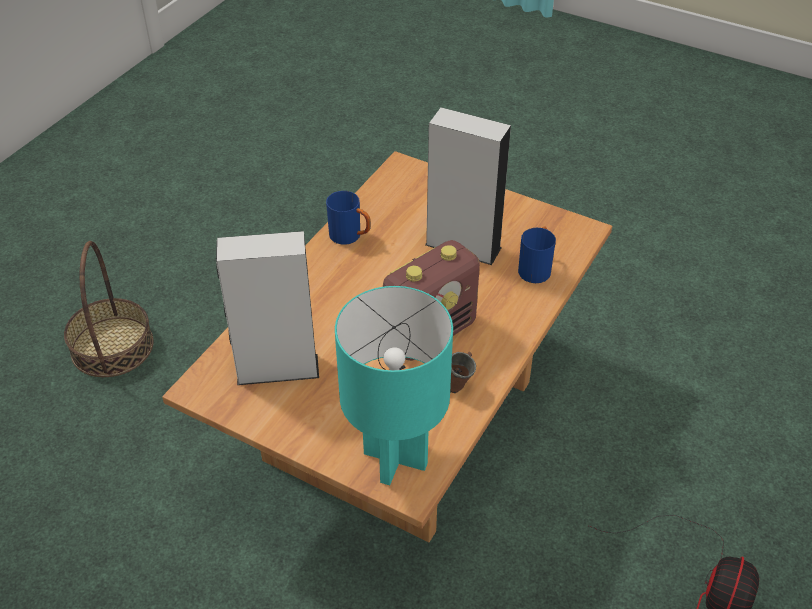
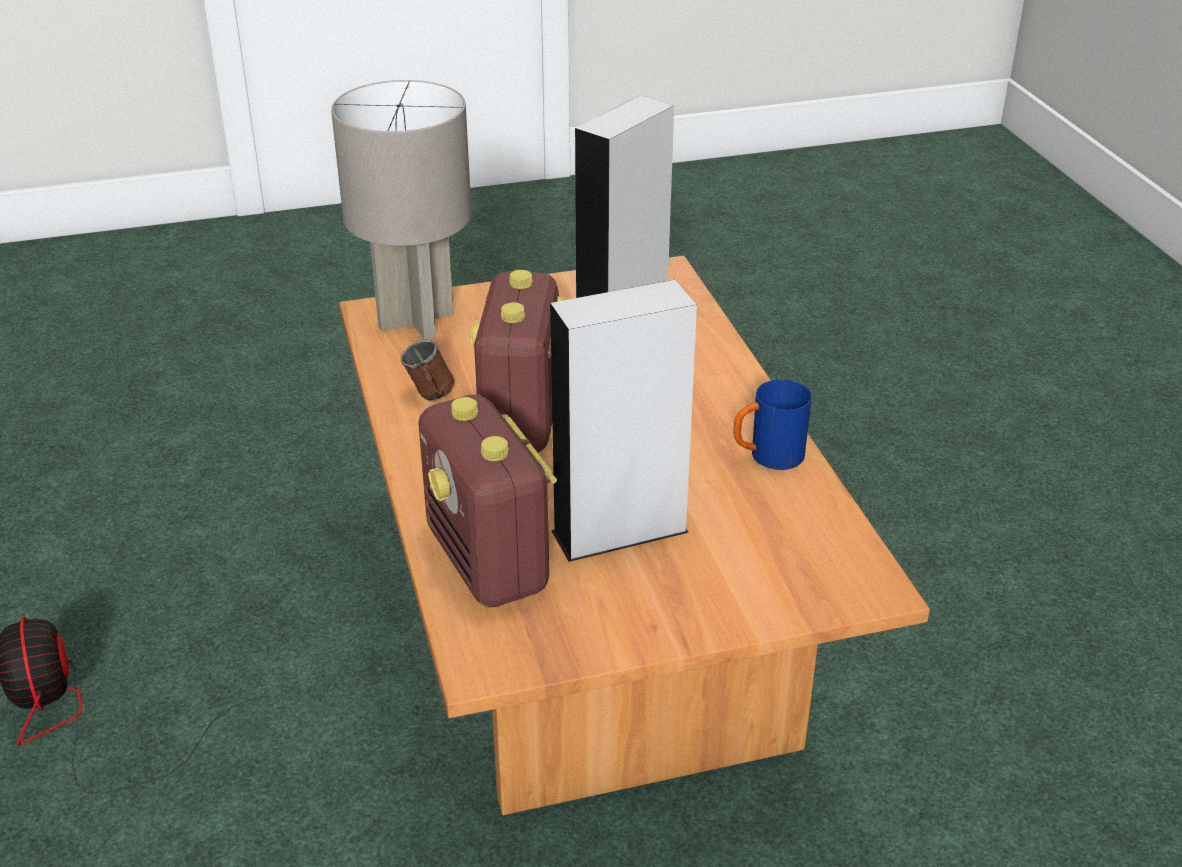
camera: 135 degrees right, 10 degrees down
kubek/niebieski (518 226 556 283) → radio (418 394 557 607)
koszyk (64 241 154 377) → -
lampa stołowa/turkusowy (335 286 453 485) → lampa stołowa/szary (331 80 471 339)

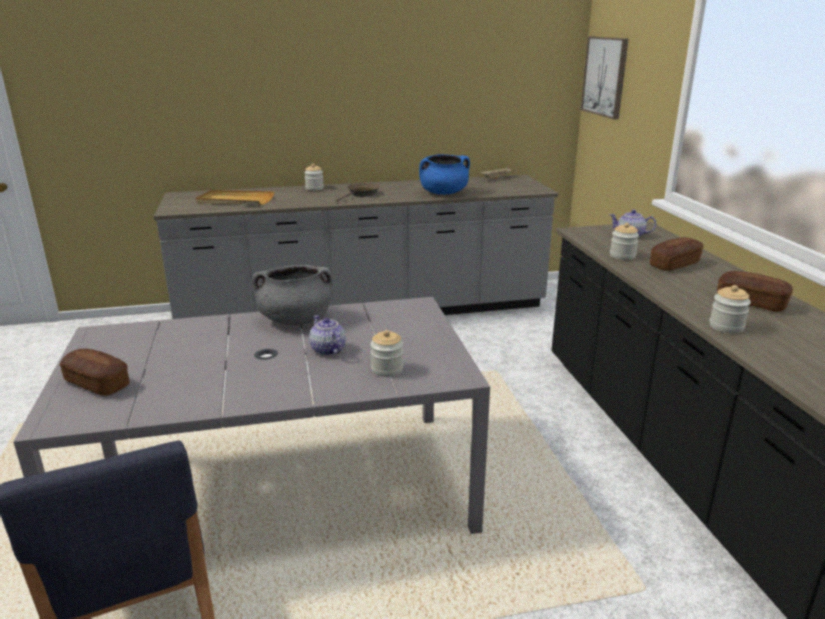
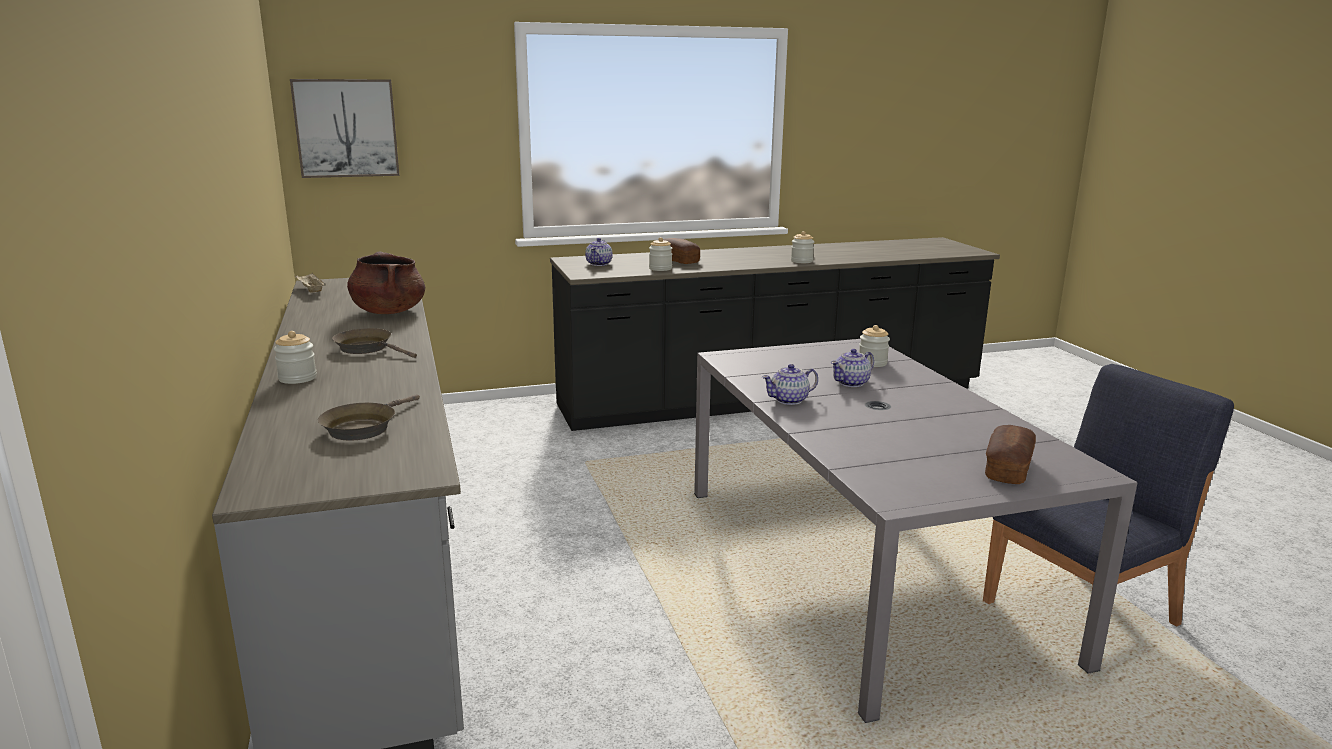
camera: 95 degrees left, 5 degrees down
garnek/niebieski (419 154 470 195) → garnek/brązowy (347 252 425 314)
taca/beżowy (196 190 274 205) → patelnia/brązowy (318 394 420 440)
garnek/szary (252 265 333 326) → imbryk (762 364 818 405)
chleb (717 271 793 312) → -

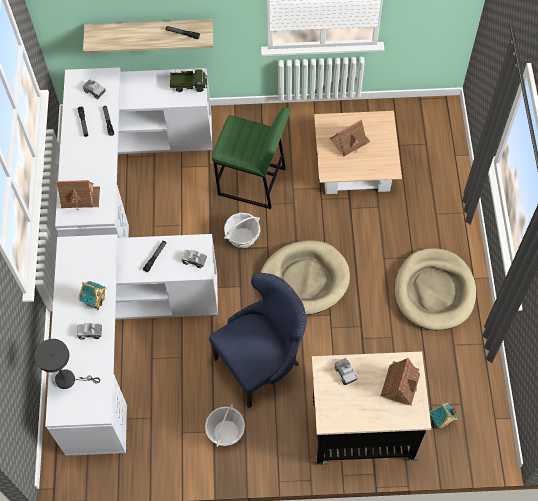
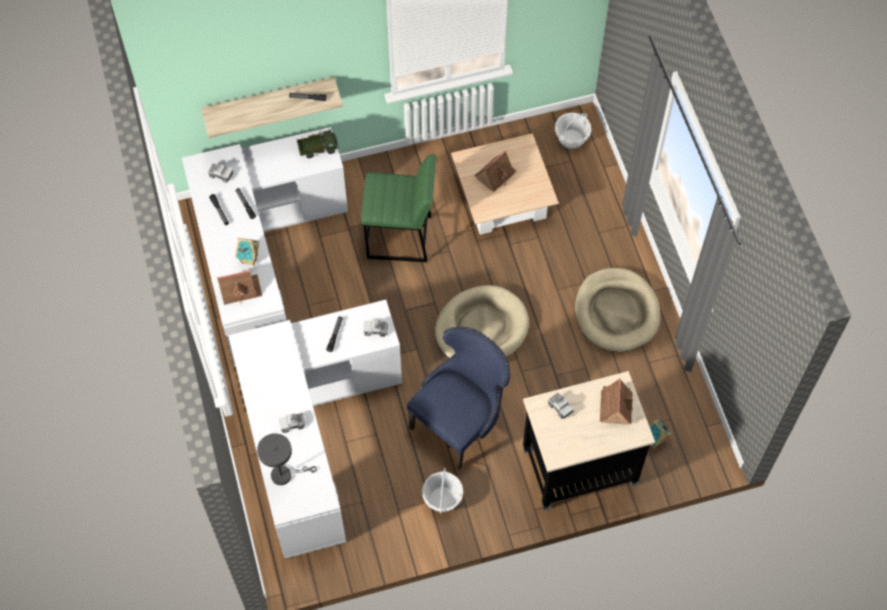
camera: 15 degrees left, 0 degrees up
koszyk (224 213 260 248) → koszyk (555 113 591 149), moved
domek (78 281 106 310) → domek (235 238 260 266), moved

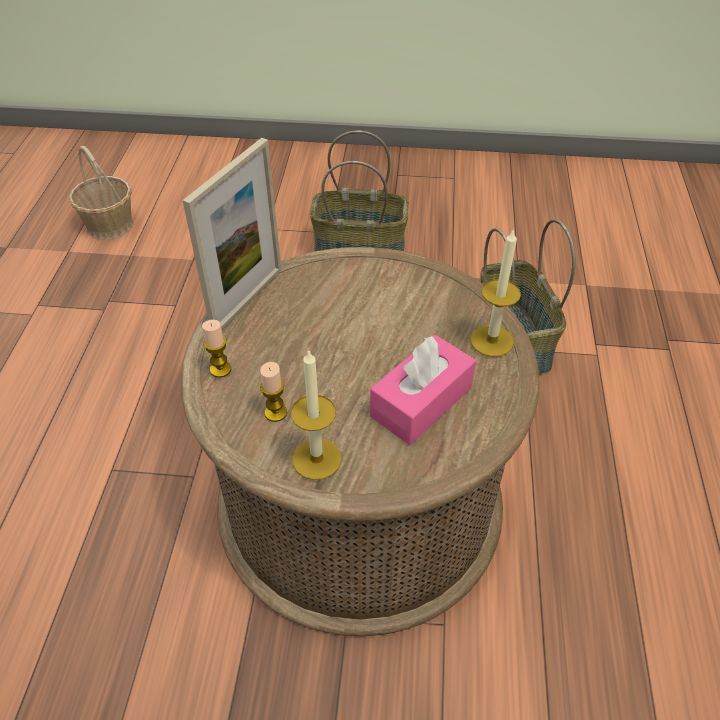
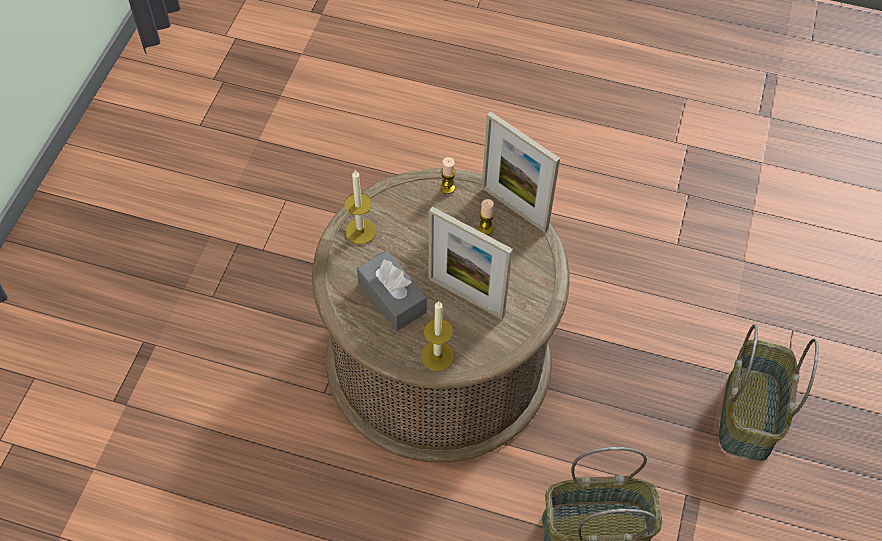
camera: 100 degrees right, 10 degrees up
koszyk (69 146 134 240) → -
pudełko chusteczek/różowy (370 335 476 445) → pudełko chusteczek/szary (357 250 427 331)
świeca (260 362 287 422) → świeca (478 199 495 235), moved
- → ramka na zdjęcie (429 207 513 319)

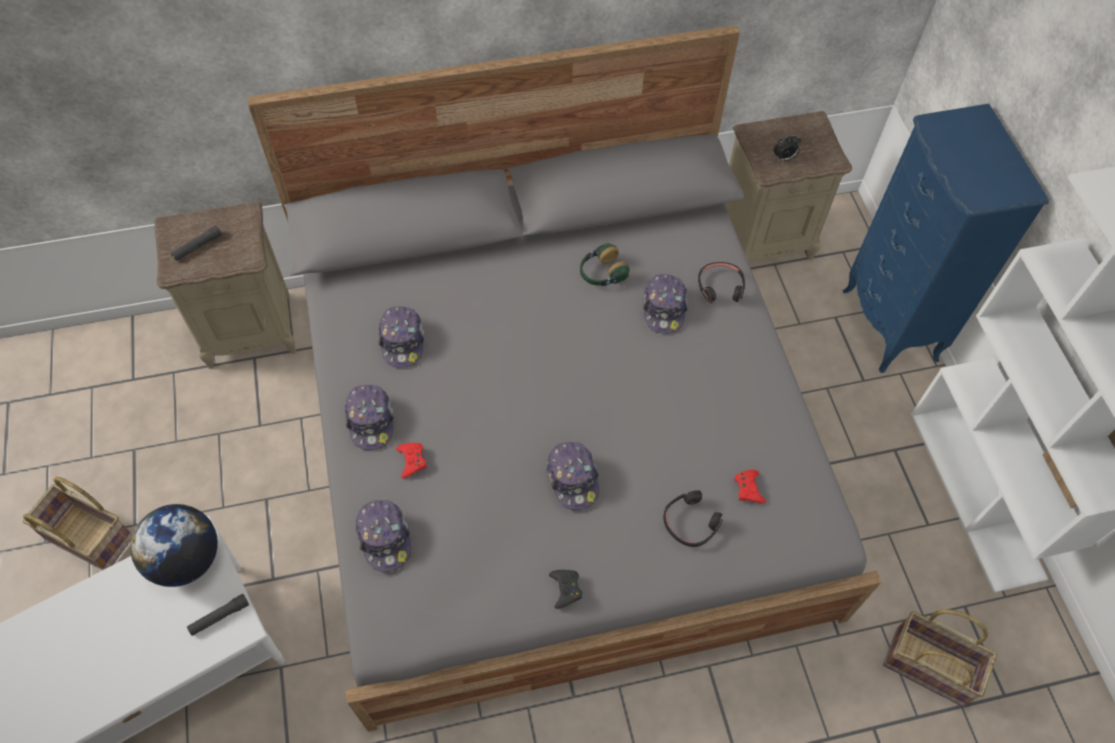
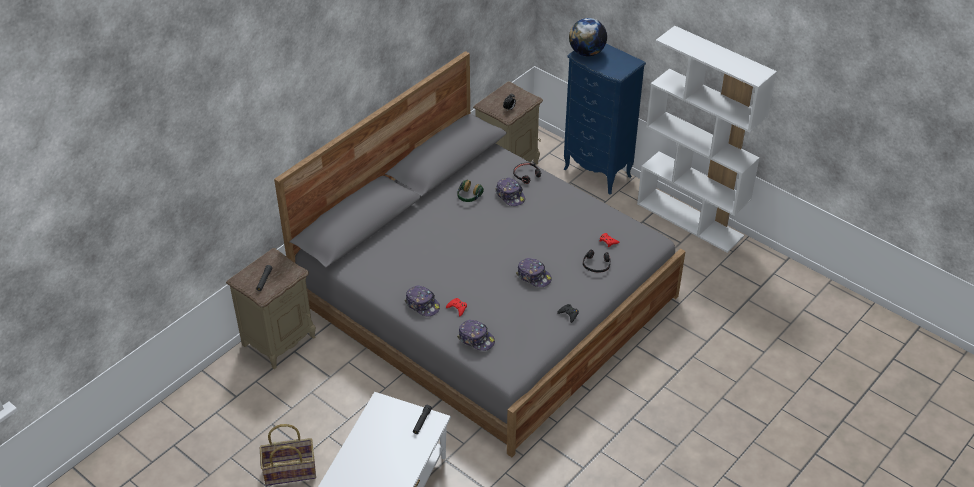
camera: 35 degrees left, 15 degrees down
czapka z daszkiem (378 306 425 368) → -
globus (130 504 218 587) → globus (569 18 607 57), moved
koszyk (883 609 997 707) → -

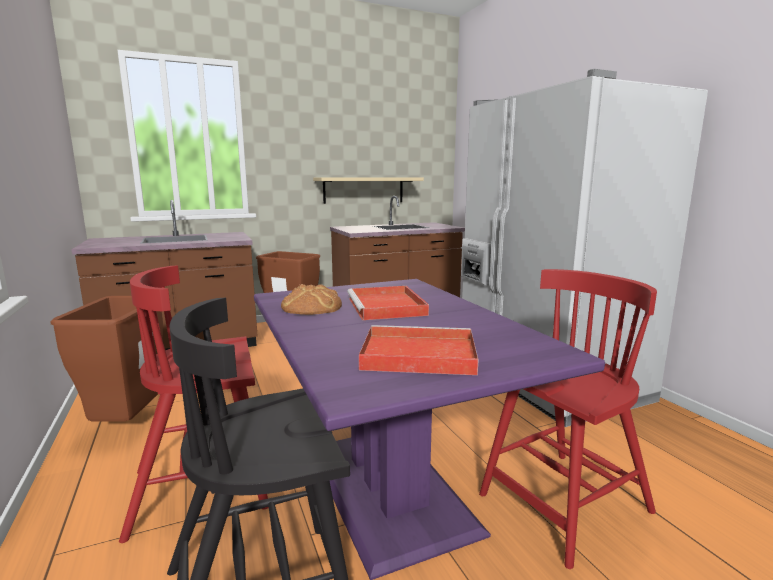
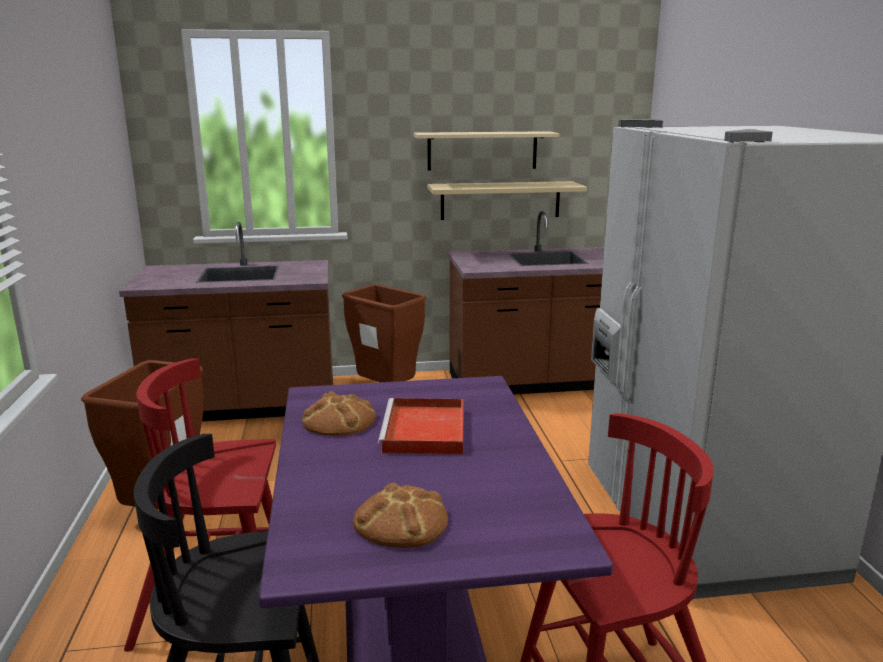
camera: 15 degrees right, 5 degrees up
taca/czerwony (359 325 478 375) → chleb (353 483 448 548)
- → półka/beżowy (414 131 559 170)

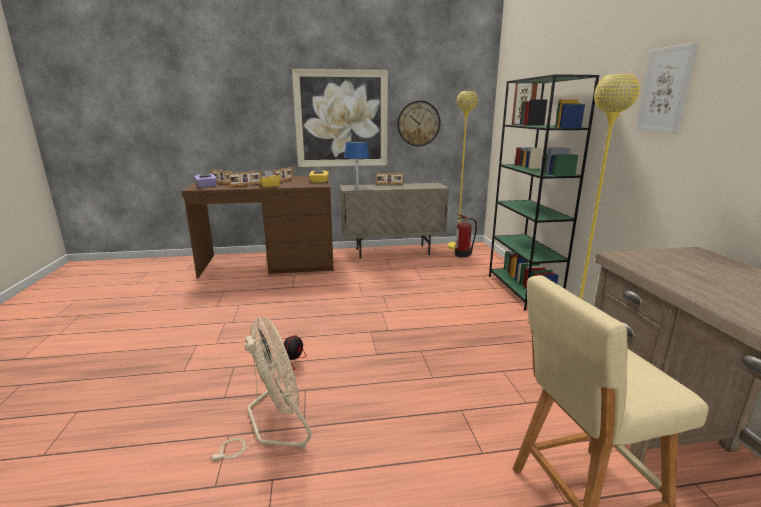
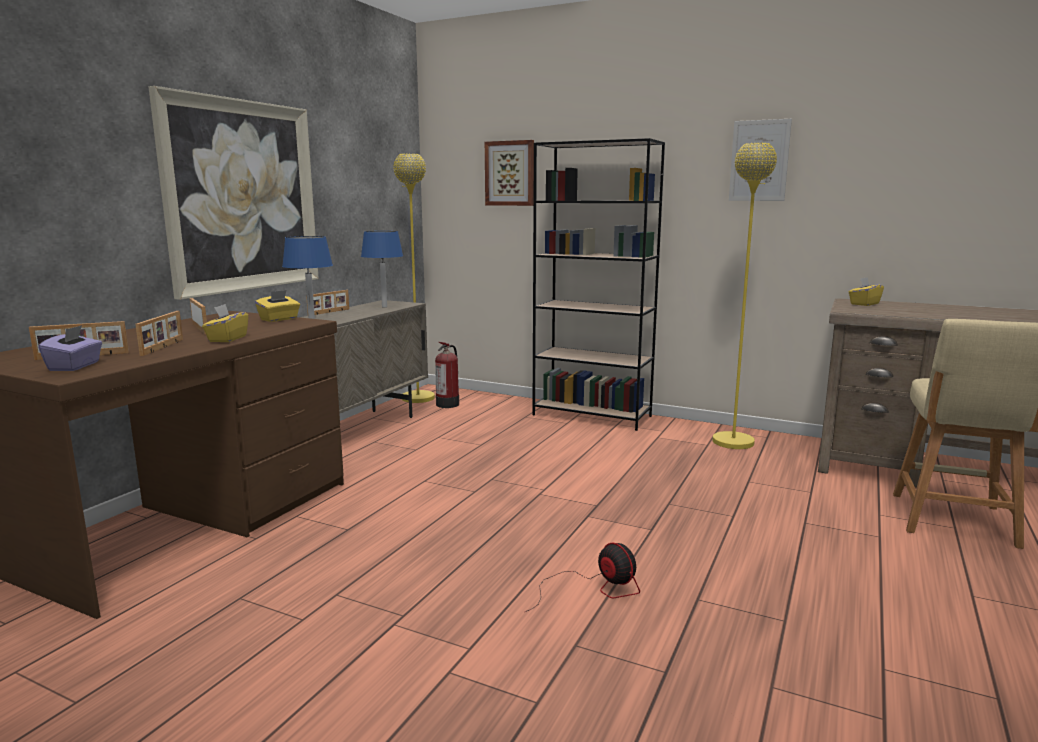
camera: 55 degrees left, 5 degrees down
regał/zielony (489 74 599 310) → regał/beżowy (532 138 665 431)
zegar ścienny (397 101 441 146) → -
wentylator/beżowy (211 317 312 461) → -
- → lampa stołowa/niebieski (361 231 403 308)
- → pudełko chusteczek/żółty (849 277 884 306)

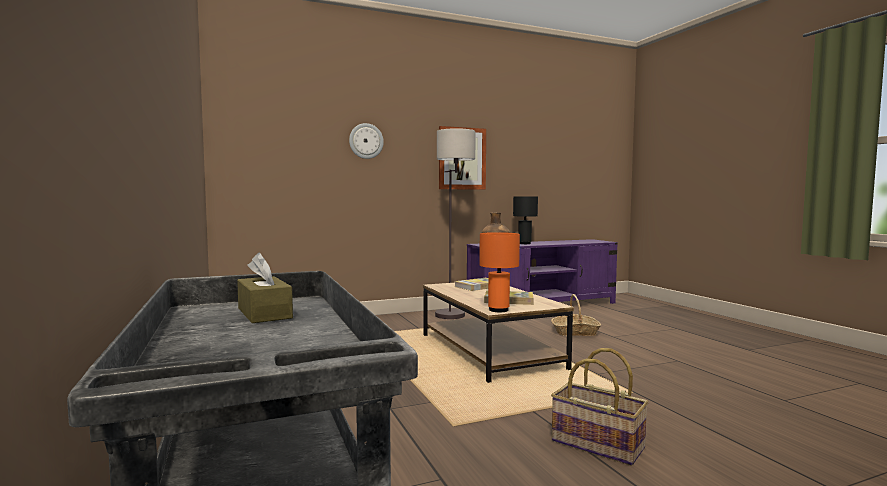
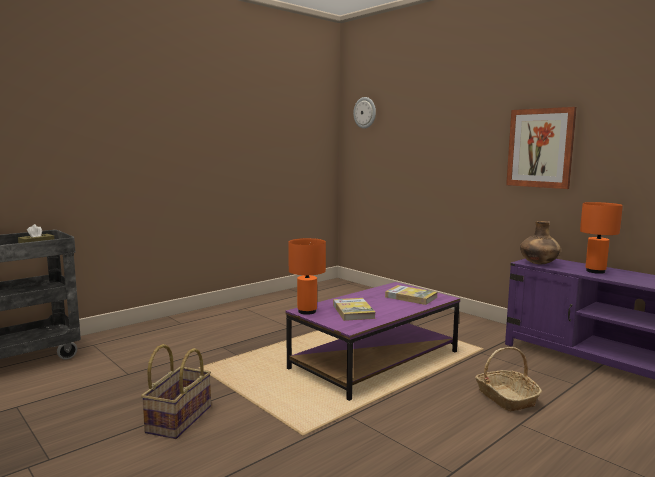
camera: 70 degrees right, 5 degrees up
zegar ścienny (349 123 384 159) → zegar ścienny (353 97 376 129), moved
lampa stojąca/szary (435 128 475 319) → -
lampa stołowa/czarny (513 196 538 244) → lampa stołowa/pomarańczowy (580 202 623 274)
ława/brązowy (423 283 574 383) → ława/fioletowy (286 282 460 401)

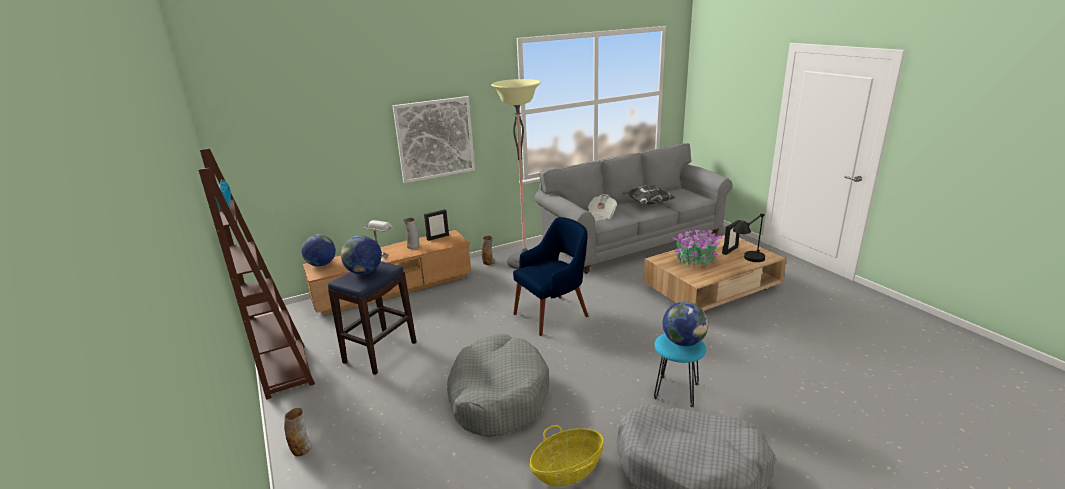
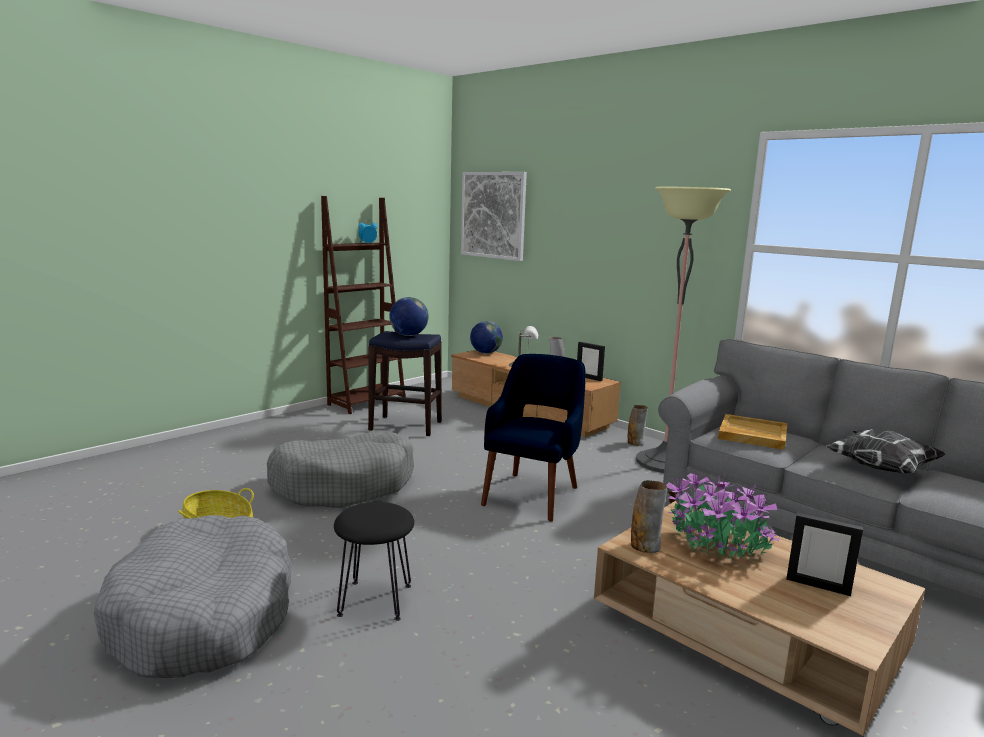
camera: 70 degrees right, 10 degrees down
obraz (393 96 475 183) → obraz (461 172 527 261), moved
gazeta (588 194 617 221) → taca/beżowy (718 414 787 450)
lampa stołowa/czarny (733 213 765 262) → -
fotel/niebieski (513 217 588 336) → fotel/niebieski (481 354 586 521), 105 degrees counterclockwise
globus (663 302 708 346) → -
stołek/turkusowy (654 333 706 407) → stołek/czarny (334 502 414 621)
wazon (284 408 312 456) → wazon (631 480 667 553), moved

